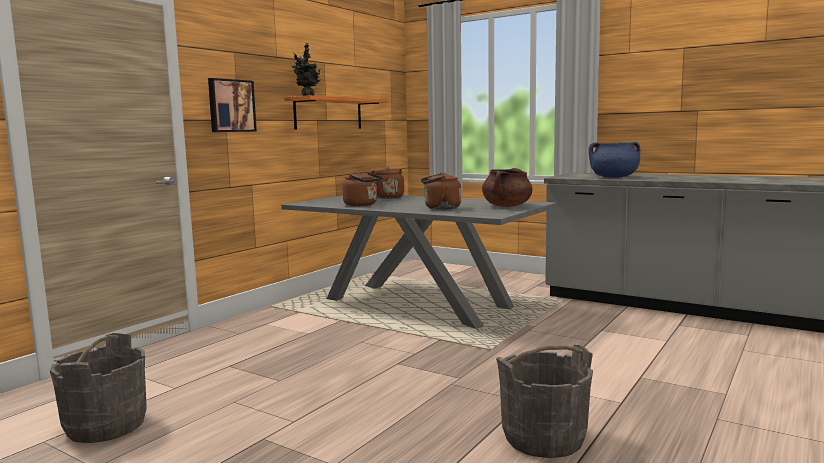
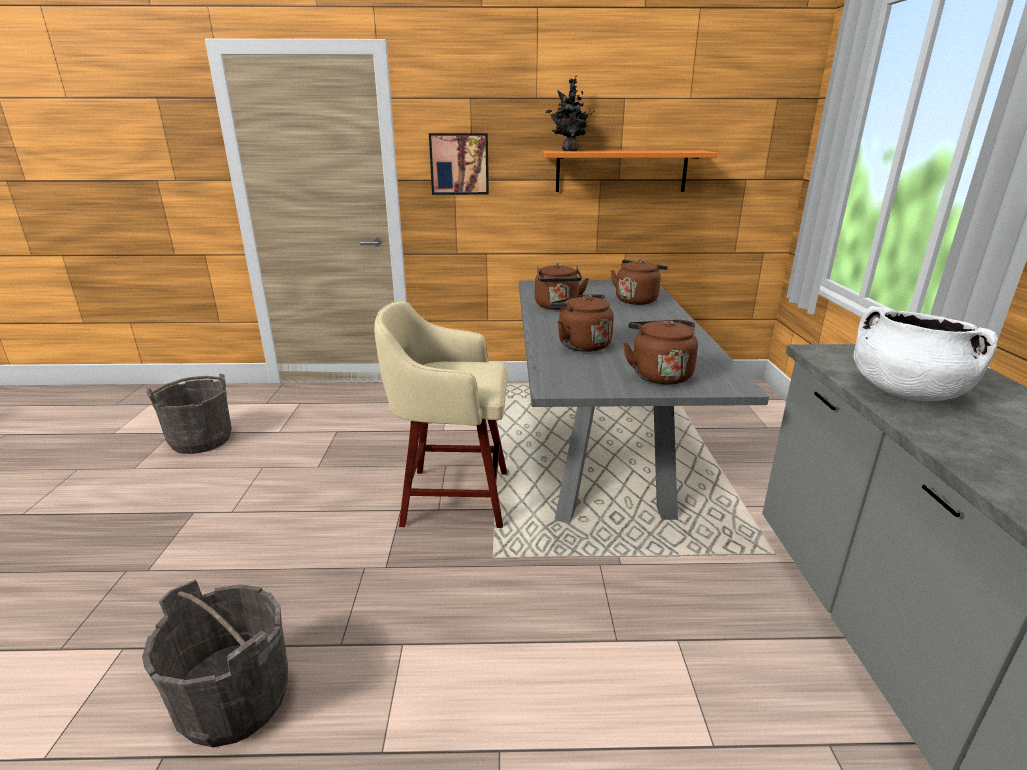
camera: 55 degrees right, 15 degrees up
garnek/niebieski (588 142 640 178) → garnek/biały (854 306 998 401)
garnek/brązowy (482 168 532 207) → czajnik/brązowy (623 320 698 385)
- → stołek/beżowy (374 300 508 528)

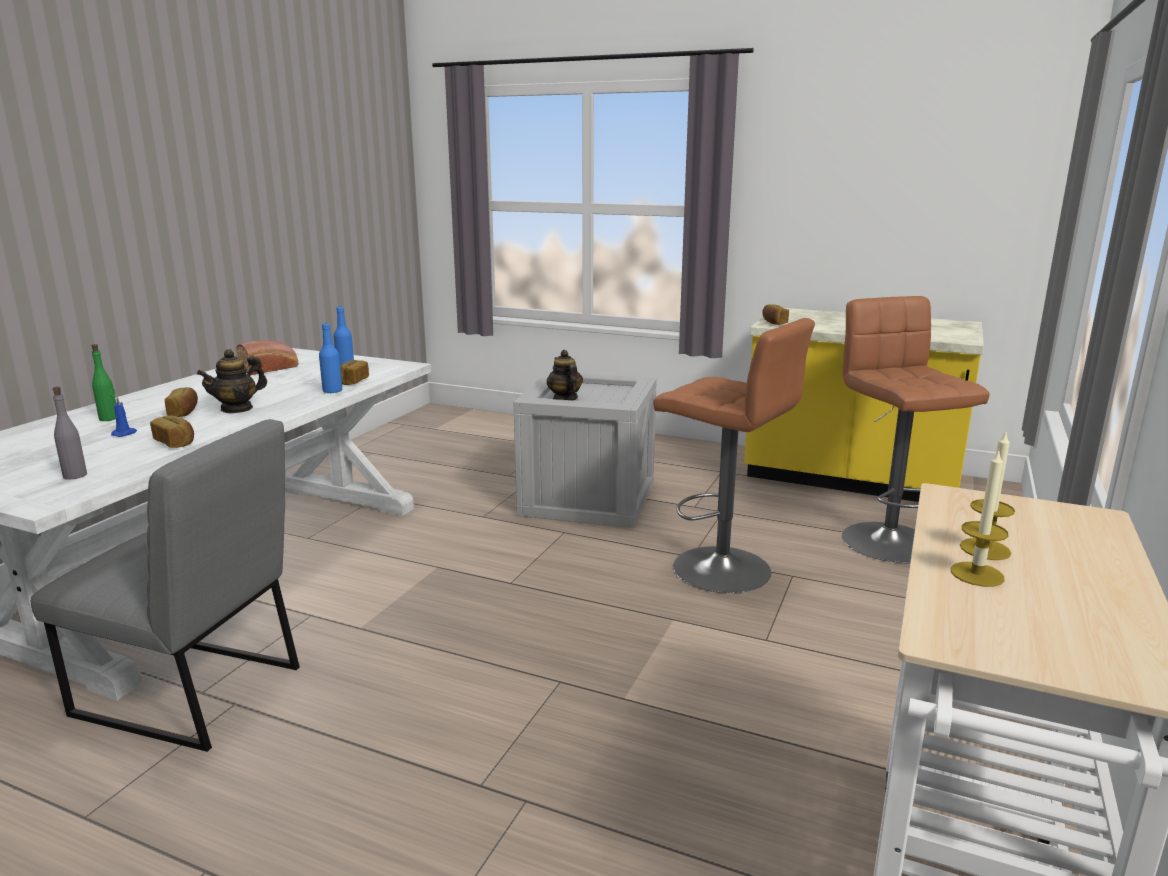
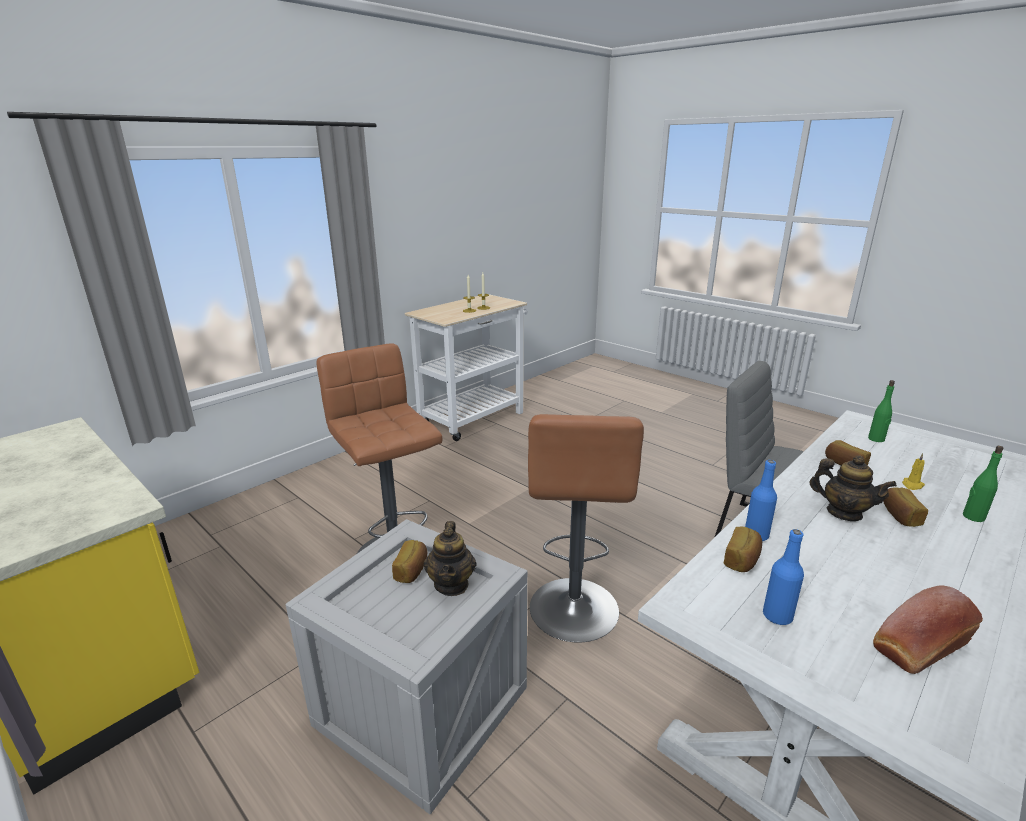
camera: 160 degrees left, 5 degrees up
stołek/brązowy (842 296 990 563) → stołek/brązowy (528 414 644 642), moved
chleb (762 304 789 325) → chleb (392 540 428 583), moved
imbryk (197 349 267 414) → imbryk (809 455 897 521), 60 degrees clockwise
butelka/szary (53 387 87 479) → butelka/zielony (868 380 895 442)
świeca/niebieski (111 397 137 437) → świeca/żółty (902 453 925 490)

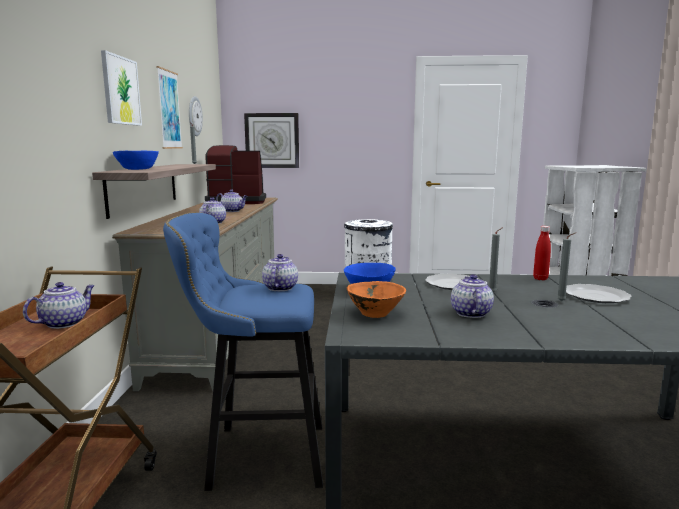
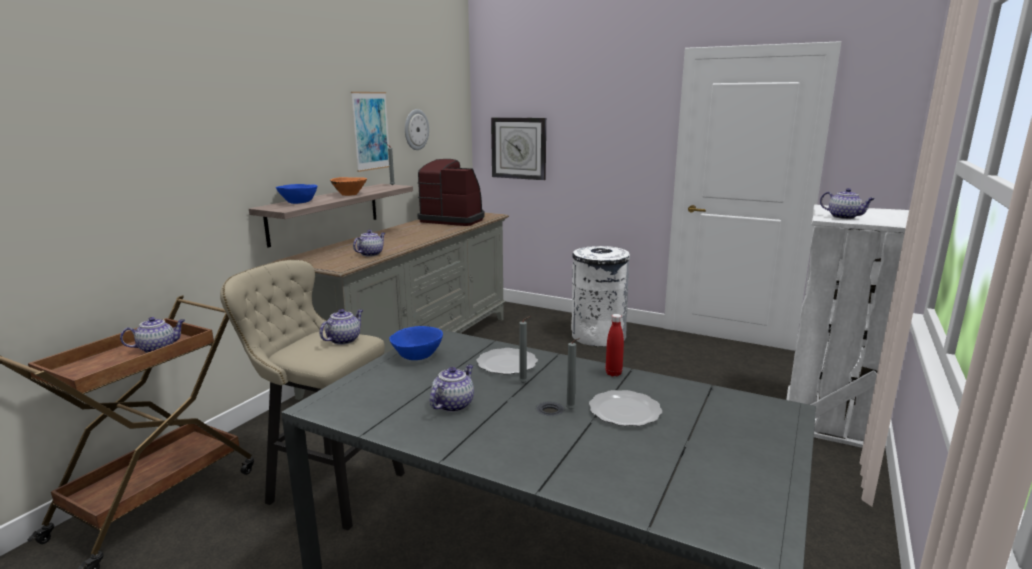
camera: 25 degrees right, 5 degrees up
obraz (101 50 142 126) → -
imbryk (216 190 247 212) → imbryk (820 188 874 219), moved
stołek/niebieski (163 212 323 491) → stołek/beżowy (220 260 405 530)
miska/pomarańczowy (347 281 406 318) → miska/pomarańczowy (330 177 367 196), moved

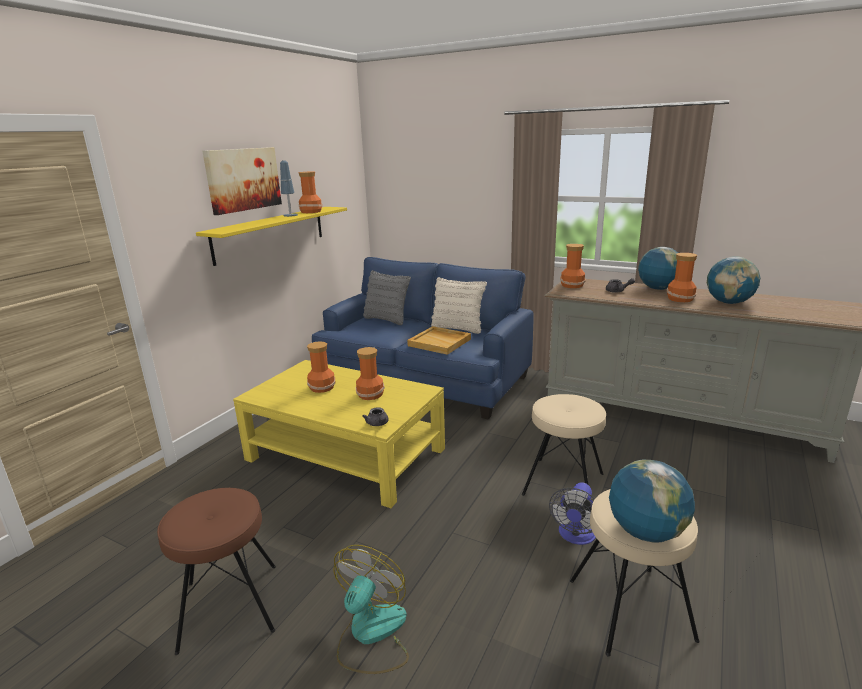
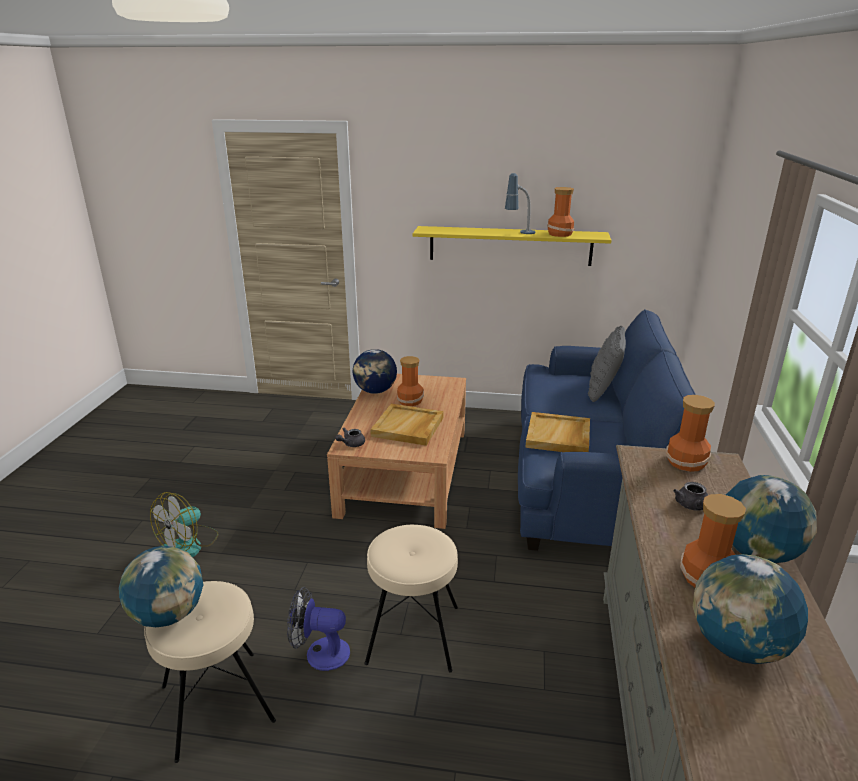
camera: 70 degrees right, 5 degrees up
obraz (202 147 282 215) → -
poduszka/beżowy (431 277 487 334) → -
wazon (356 347 385 400) → taca/beżowy (370 404 443 446)
ława/żółty (233 360 445 508) → ława/brązowy (327 374 466 529)
stołek/brązowy (157 488 276 655) → -
wentylator (334 545 409 674) → wentylator (150 492 219 557), 120 degrees clockwise
- → globus (353 349 397 394)

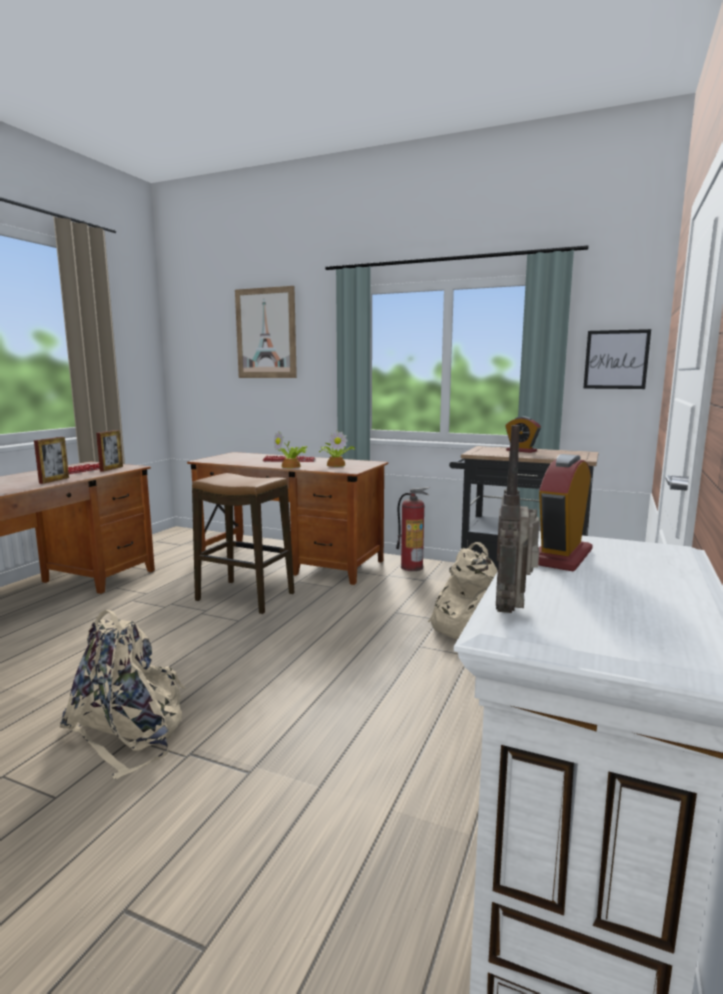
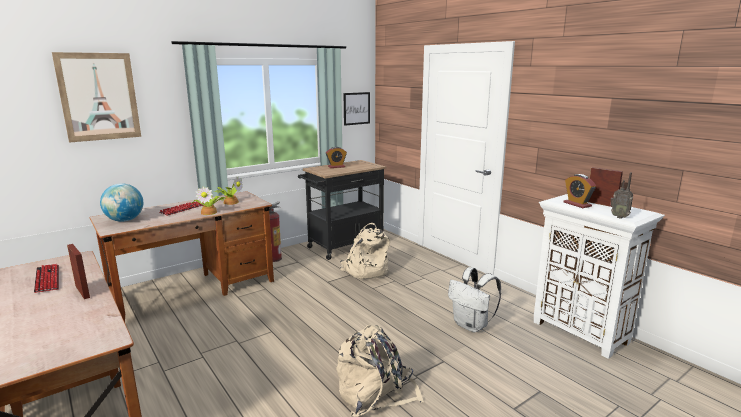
camera: 60 degrees left, 5 degrees up
ramka na zdjęcie (96 430 123 472) → ramka na zdjęcie (588 167 623 207), moved
stołek (192 473 295 614) → -
- → globus (100 183 143 222)
- → plecak/biały (448 267 501 332)

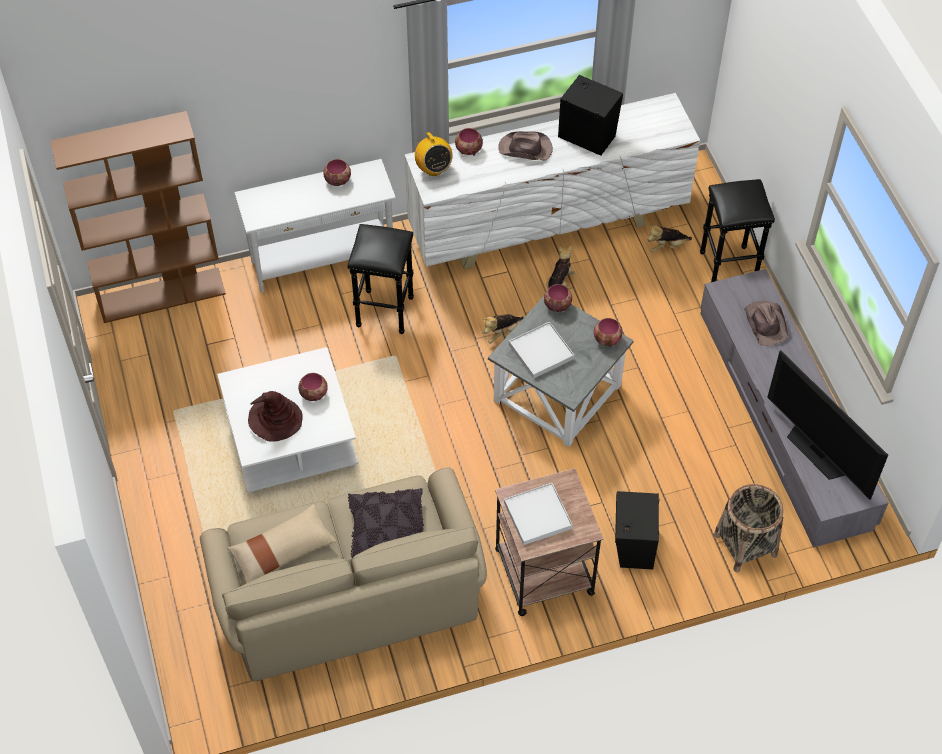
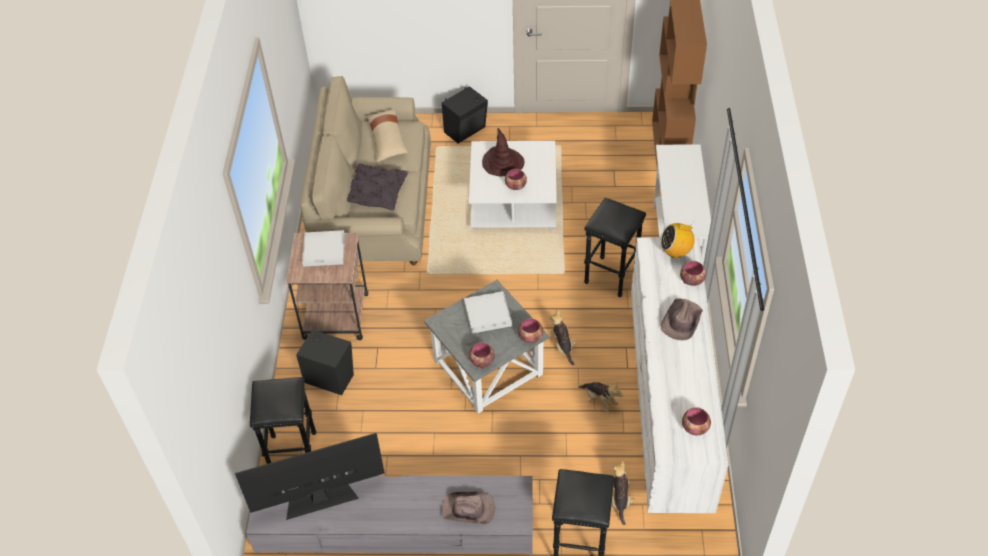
camera: 110 degrees right, 5 degrees down
głośnik/czarny (558 75 623 156) → głośnik/czarny (442 86 488 143), moved
miska (323 159 351 186) → miska (682 407 711 436), moved
koszyk (714 484 784 572) → stołek/czarny (250 377 316 464)

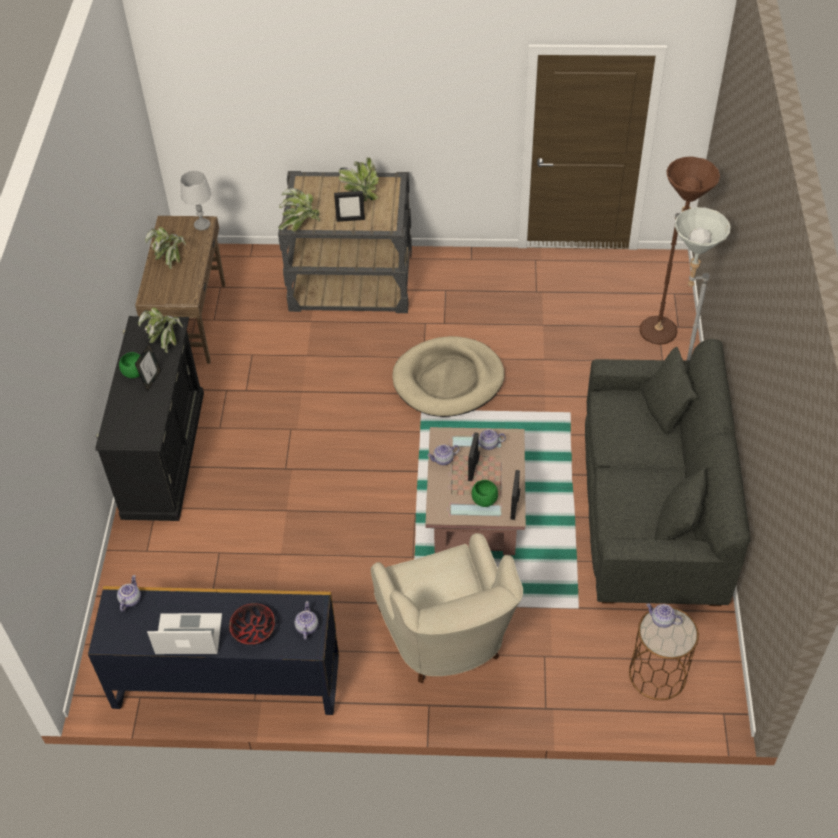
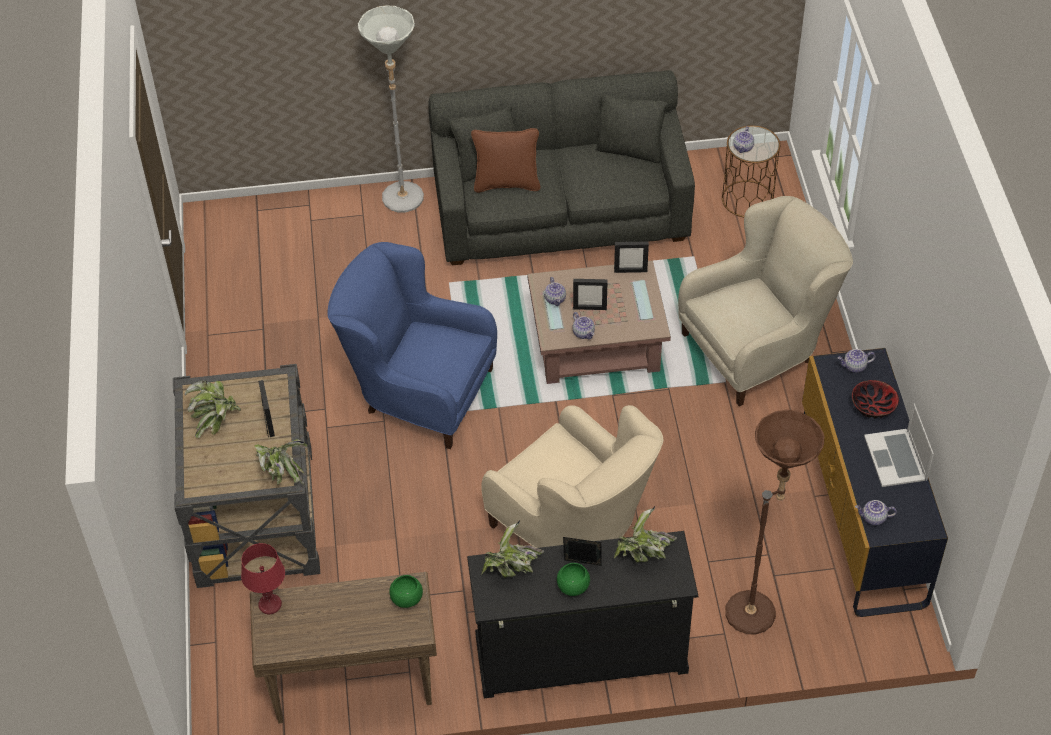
camera: 100 degrees left, 0 degrees up
lampa stojąca/brązowy (639 157 720 345) → lampa stojąca/brązowy (725 410 824 635), moved
lampa stołowa/szary (180 171 212 230) → lampa stołowa/czerwony (241 543 285 614)
roślina doniczkowa (145 227 186 269) → roślina doniczkowa (614 506 677 563), moved
legowisko/beżowy (392 336 505 417) → fotel/niebieski (328 242 497 449)
miska/zielony (471 480 498 507) → miska/zielony (389 575 423 608), moved
- → poduszka/brązowy (471 128 540 193)
- → fotel/beżowy (481 405 664 548)

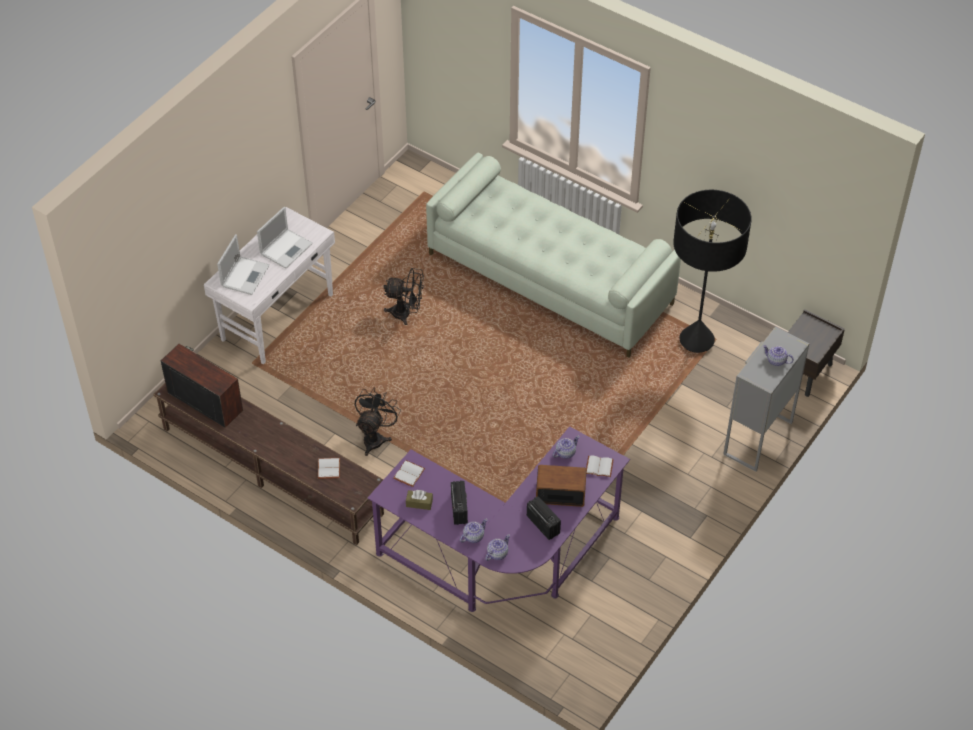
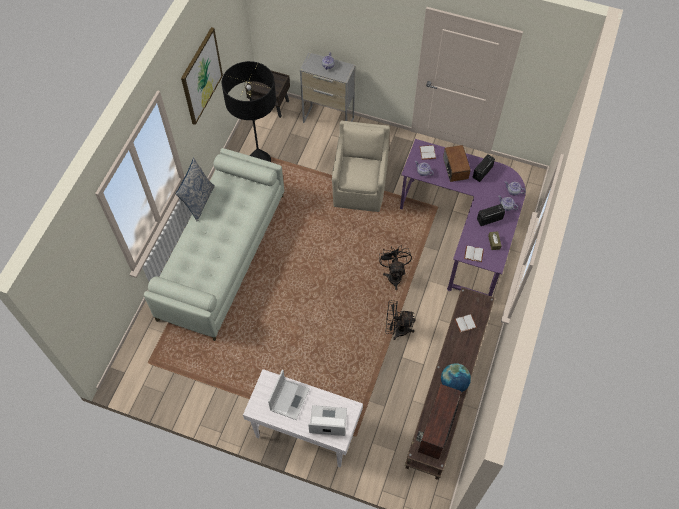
camera: 105 degrees left, 10 degrees up
laptop (257 207 313 269) → laptop (268 370 310 420), 90 degrees clockwise
wentylator/czarny (383 268 424 325) → wentylator/czarny (379 246 412 290), moved
- → obraz (181 27 223 125)
- → fotel/beżowy (332 120 390 212)
- → poduszka (176 158 215 221)
- → globus (441 363 471 392)

